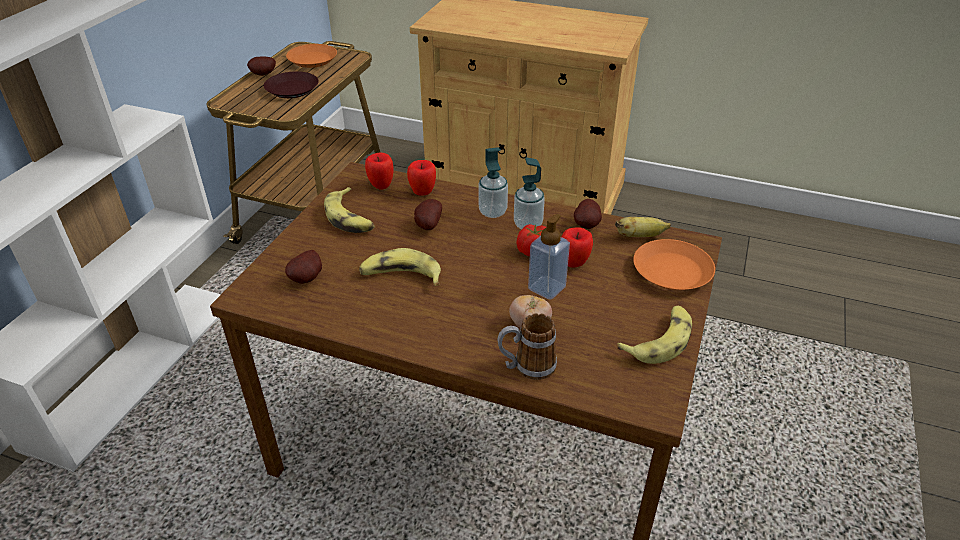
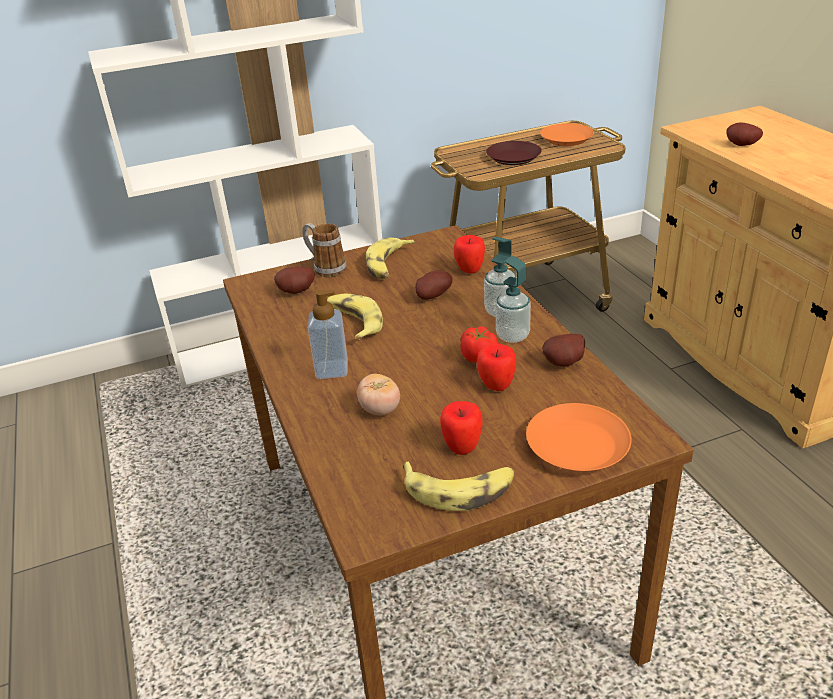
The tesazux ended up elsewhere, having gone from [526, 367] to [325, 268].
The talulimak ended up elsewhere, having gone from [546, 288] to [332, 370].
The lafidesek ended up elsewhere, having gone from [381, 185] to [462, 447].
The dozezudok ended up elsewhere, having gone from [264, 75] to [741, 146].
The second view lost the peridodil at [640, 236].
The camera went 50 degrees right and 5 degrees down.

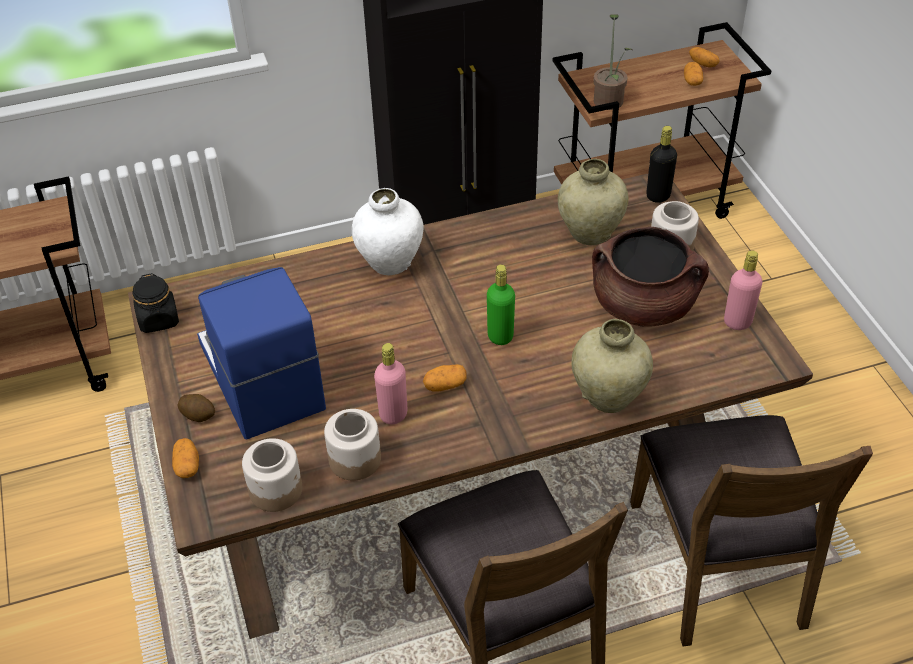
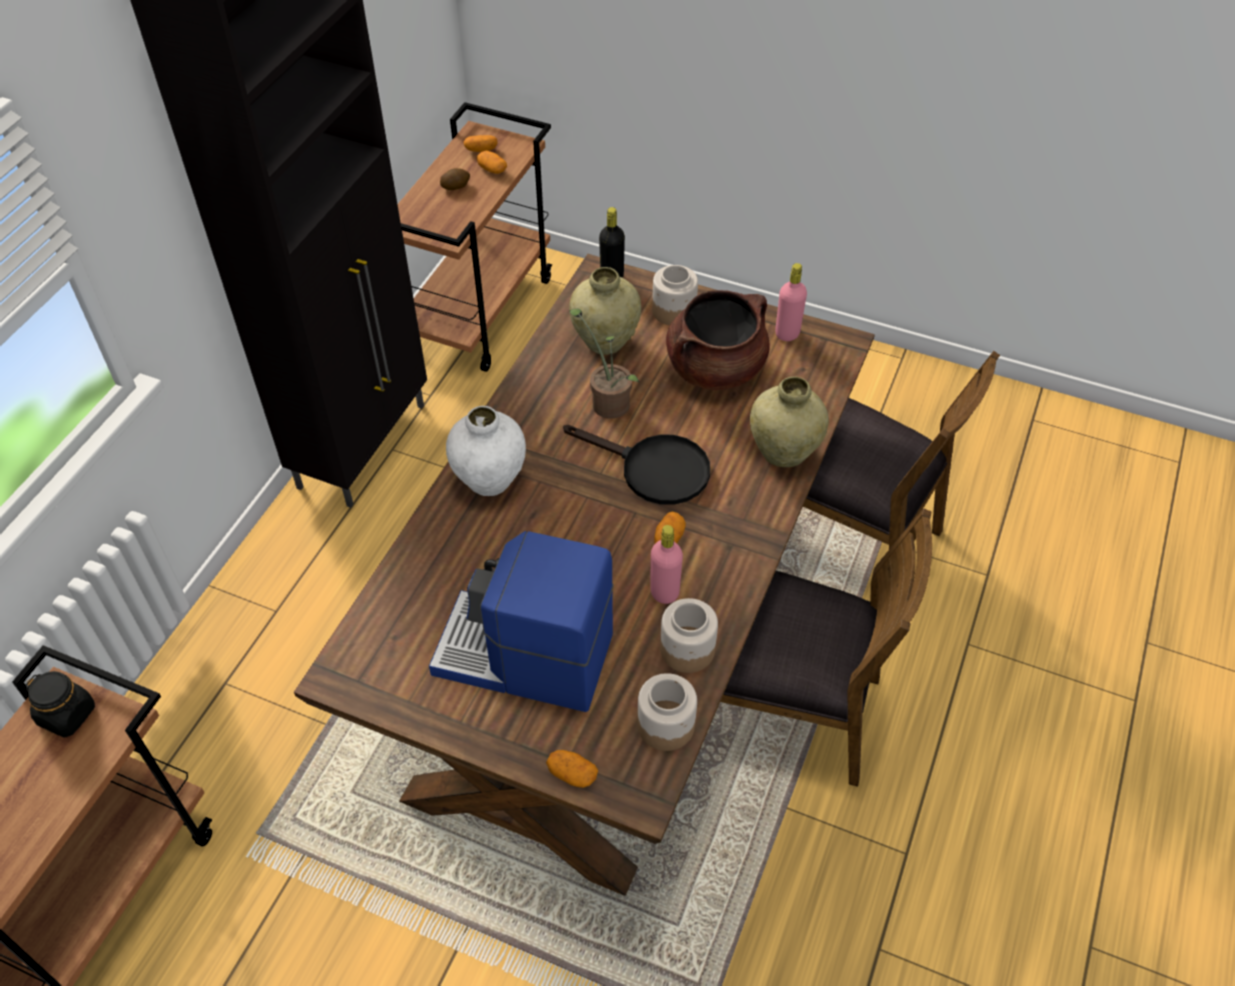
The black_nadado ended up elsewhere, having gone from [158, 319] to [67, 715].
The dozezudok ended up elsewhere, having gone from [198, 415] to [455, 186].
Where the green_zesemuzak stood at [500, 336], the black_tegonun came to stand at [653, 469].
The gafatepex ended up elsewhere, having gone from [609, 98] to [608, 400].
The camera went 50 degrees left and 5 degrees up.

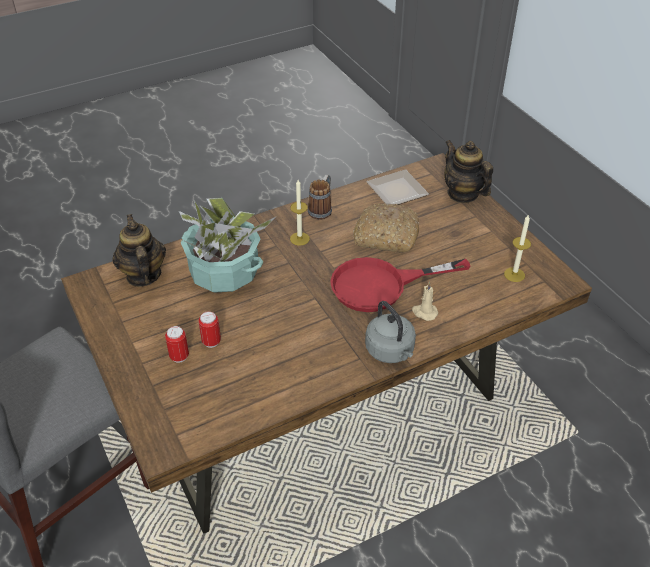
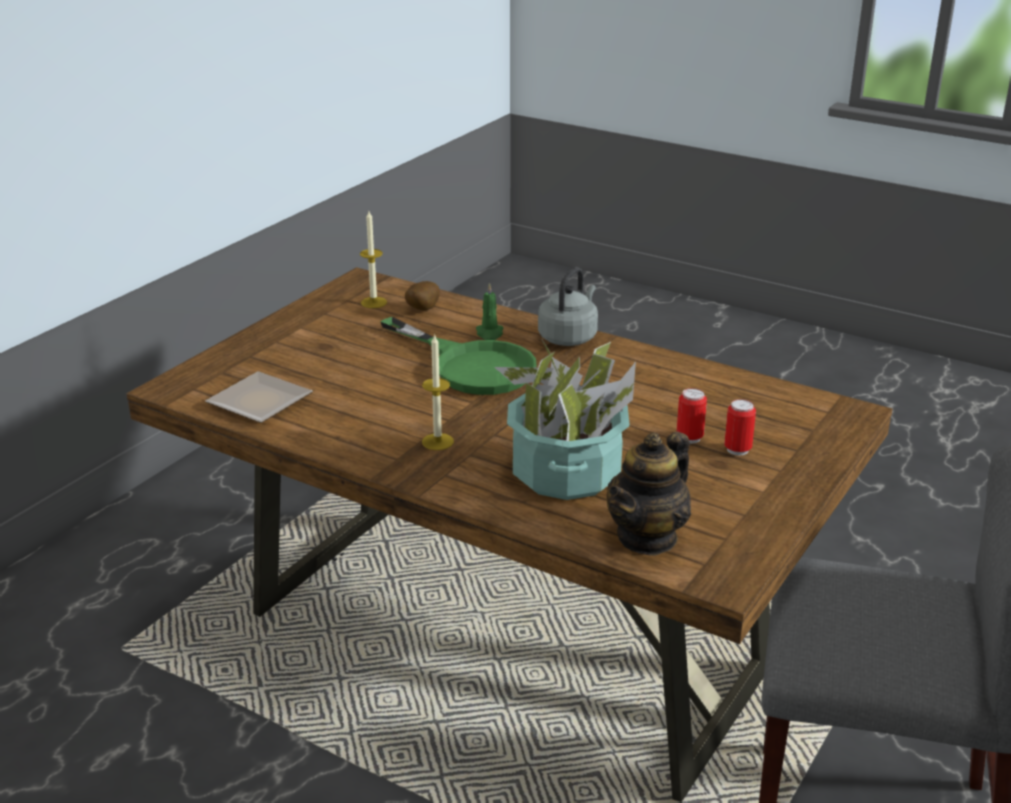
What was the red_tegonun at [381, 285] turned into the green_tegonun at [471, 365].
The second view gained the dozezudok at [421, 310].
What was the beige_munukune at [424, 312] turned into the green_munukune at [489, 333].
The second view lost the tesazux at [322, 209].
The second view lost the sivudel at [385, 236].
The second view lost the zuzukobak at [463, 194].
The camera went 120 degrees left and 15 degrees down.

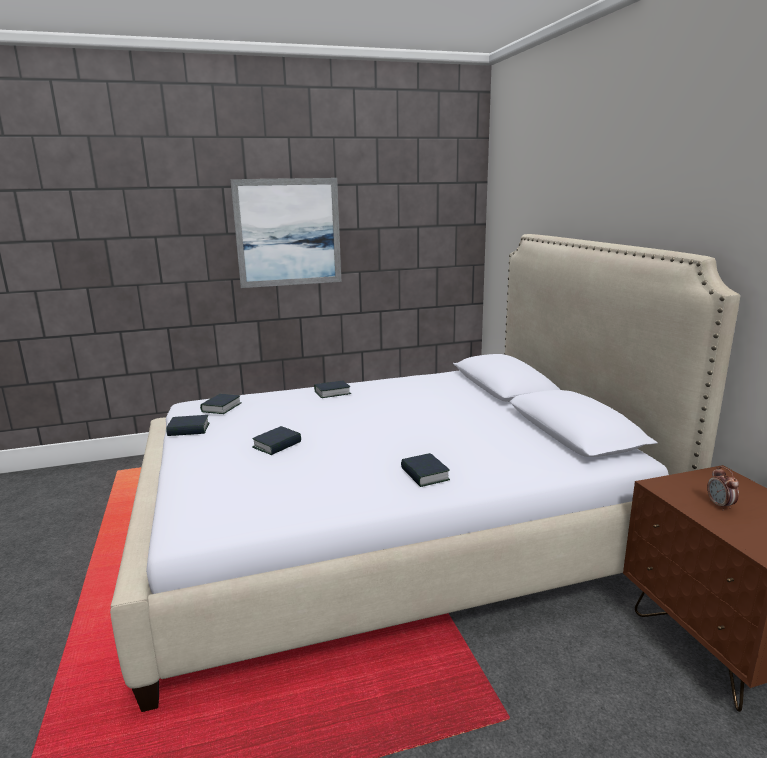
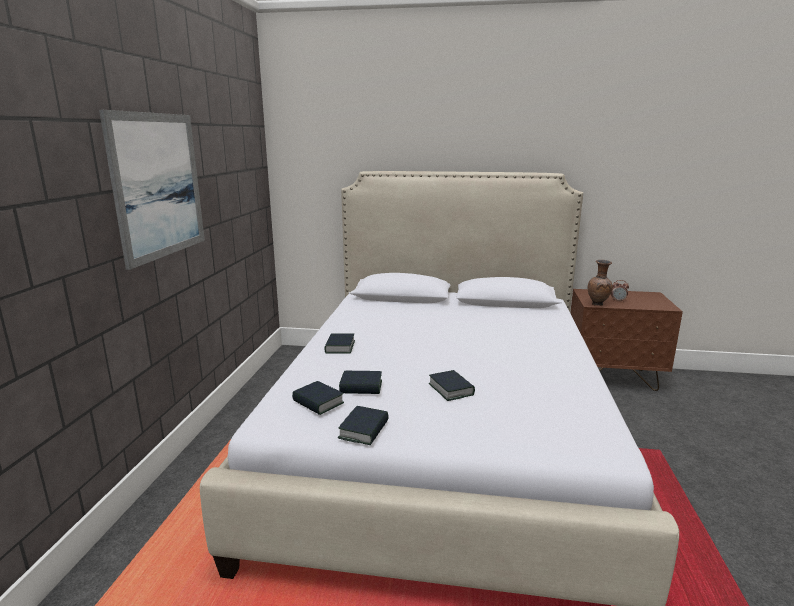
The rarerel ended up elsewhere, having gone from [424, 475] to [361, 387].
The second view gained the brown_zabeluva at [598, 304].
The camera went 65 degrees left and 0 degrees up.

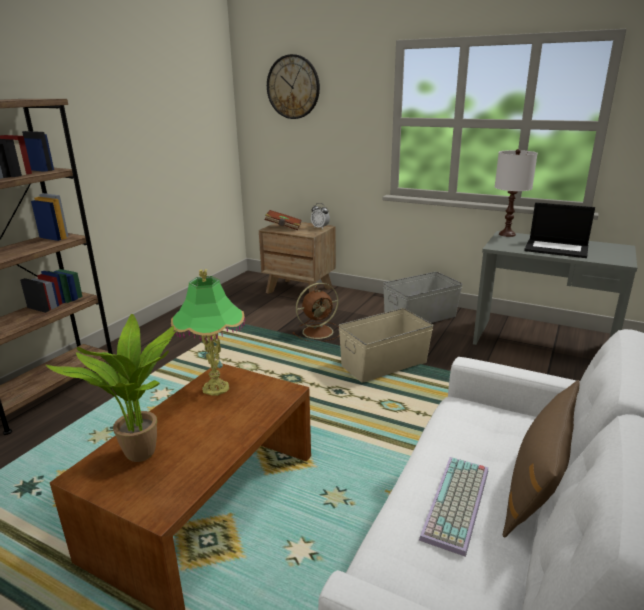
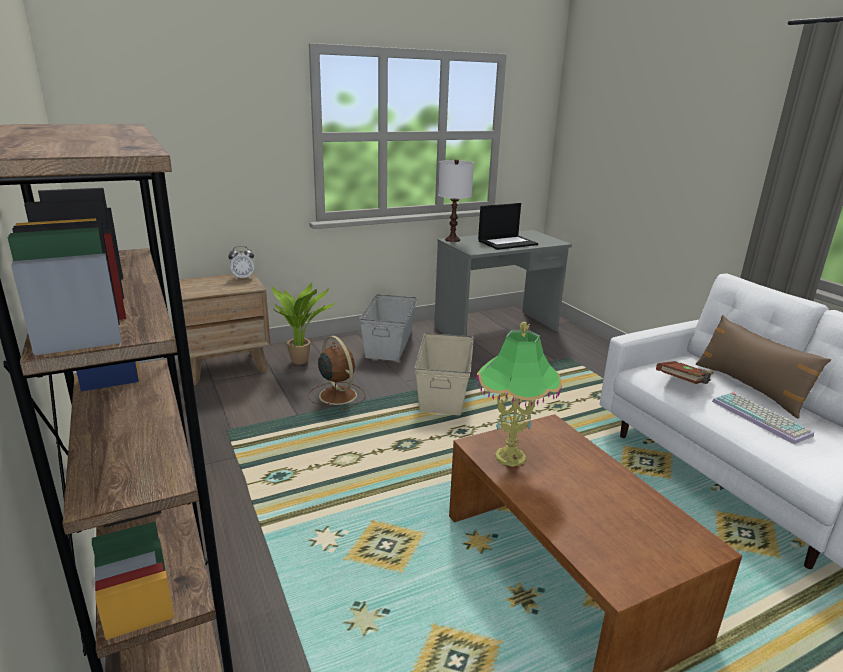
The gafatepex ended up elsewhere, having gone from [145, 456] to [302, 361].
The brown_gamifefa at [319, 331] ended up facing another way, 45 degrees counterclockwise from before.
The brown_rarerel ended up elsewhere, having gone from [283, 227] to [683, 384].
The second view lost the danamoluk at [293, 87].
The camera went 55 degrees left and 0 degrees up.

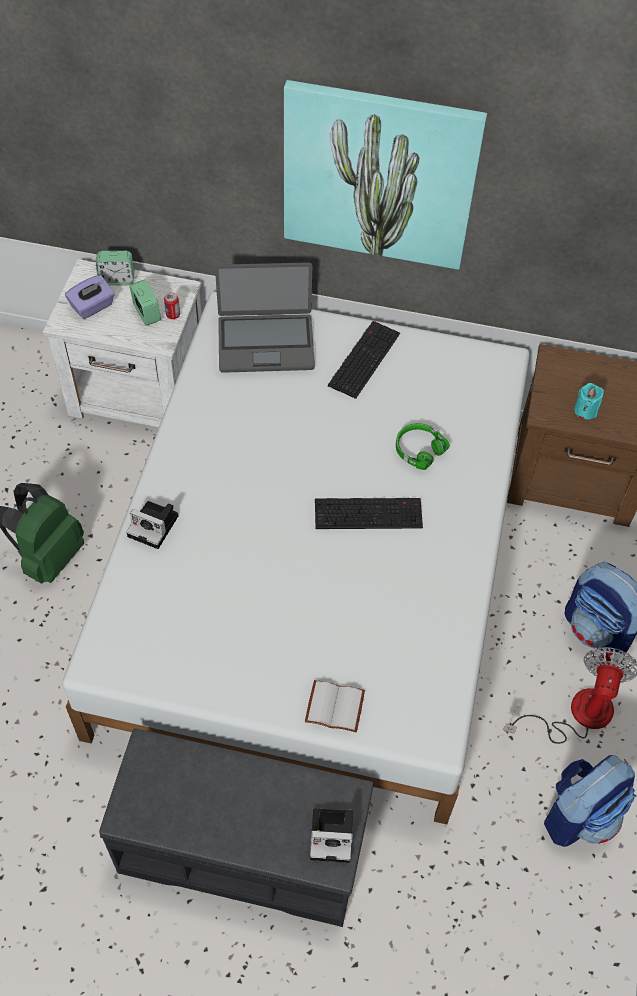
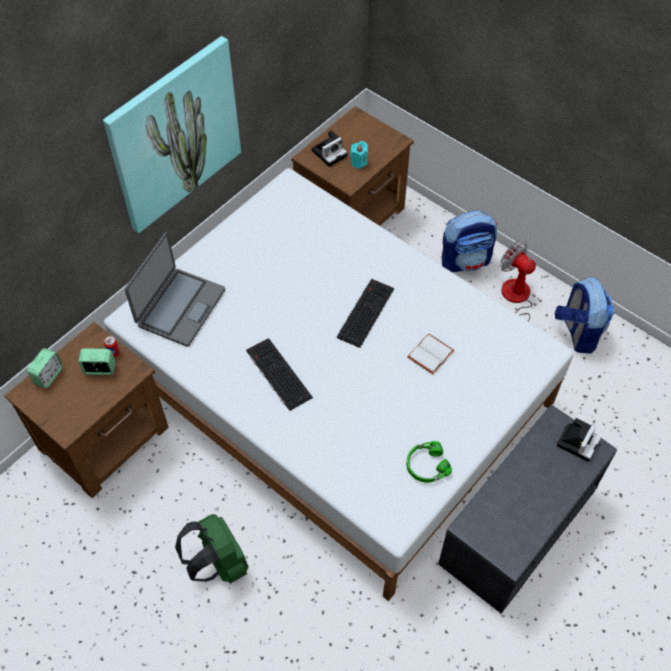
What was the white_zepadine at [139, 393] turned into the brown_zepadine at [106, 438].
The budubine ended up elsewhere, having gone from [363, 358] to [277, 374].
The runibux ended up elsewhere, having gone from [155, 526] to [330, 152].
The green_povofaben ended up elsewhere, having gone from [418, 449] to [426, 465].
The white_rarerel ended up elsewhere, having gone from [336, 705] to [430, 353].
The second view lost the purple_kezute at [92, 307].
The camera went 60 degrees left and 0 degrees up.

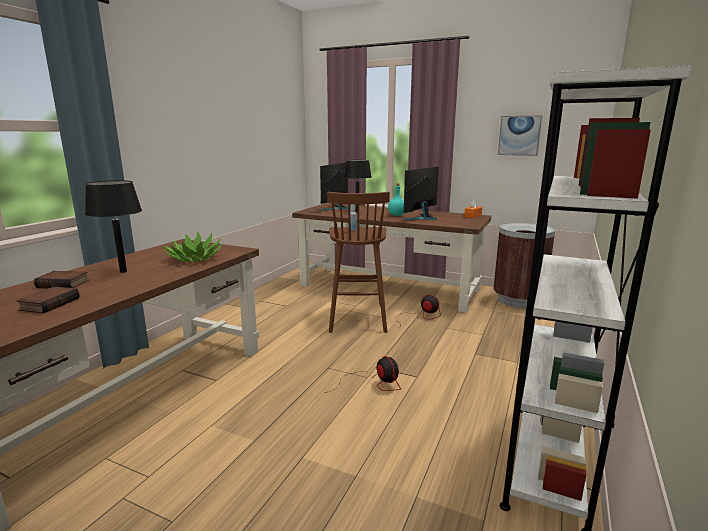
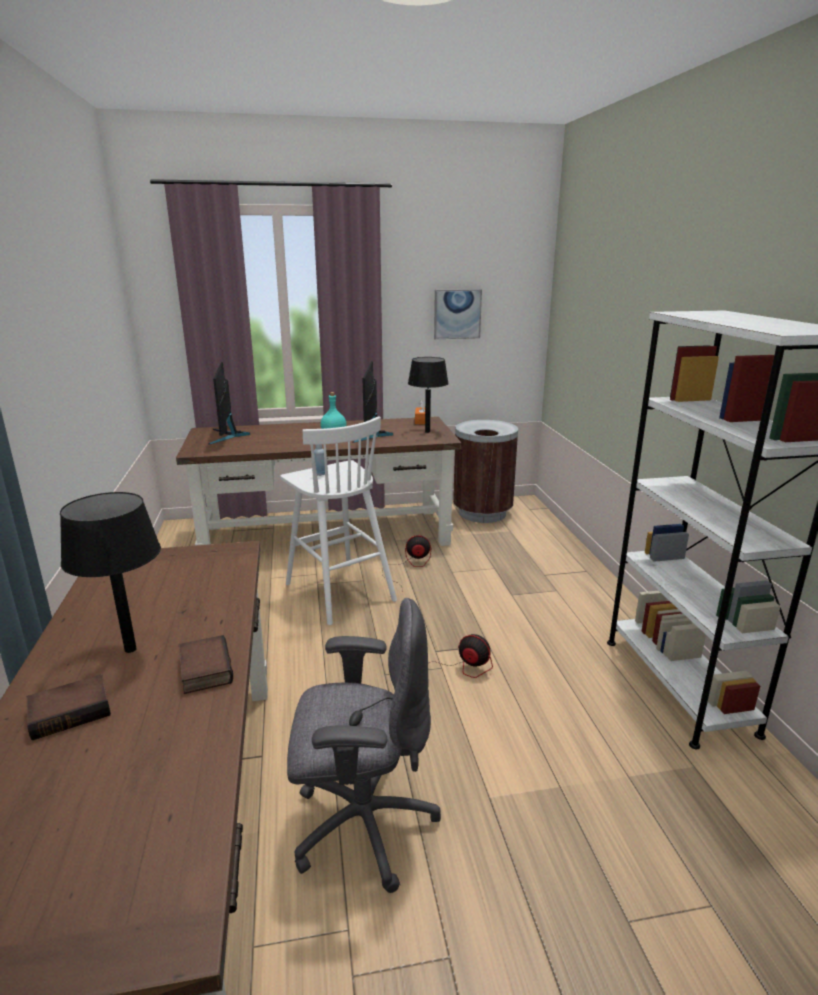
The rarerel ended up elsewhere, having gone from [49, 303] to [203, 669].
What was the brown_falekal at [357, 318] turned into the white_falekal at [338, 591].
The second view gained the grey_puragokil at [361, 824].
The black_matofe ended up elsewhere, having gone from [357, 211] to [427, 432].
The second view lost the gafatepex at [194, 259].
The camera went 35 degrees left and 5 degrees up.

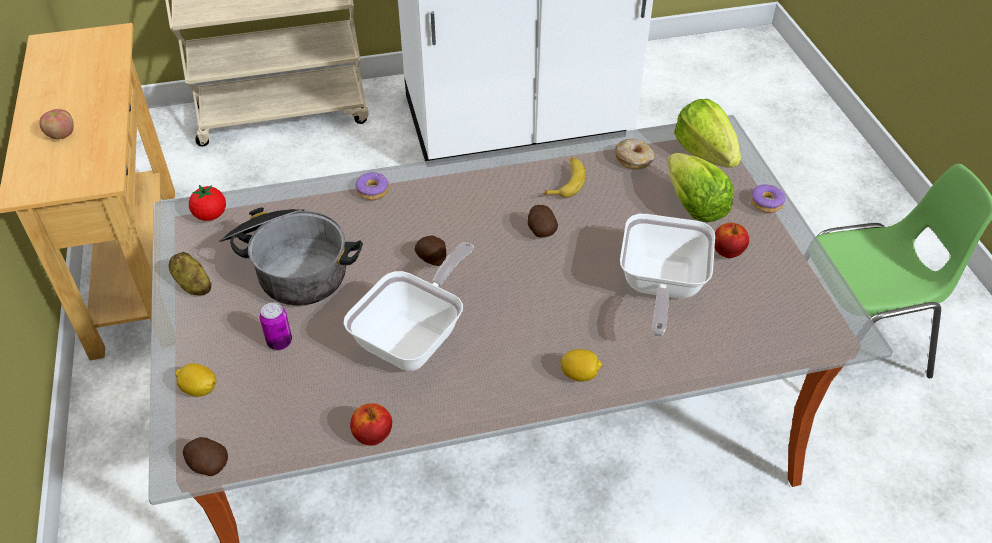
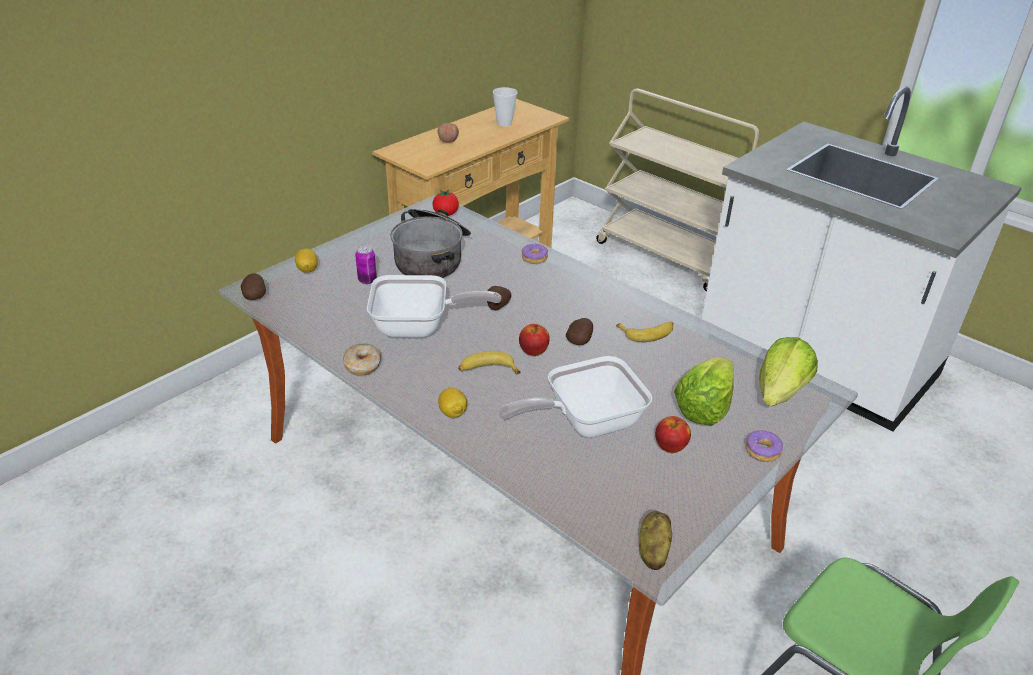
The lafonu ended up elsewhere, having gone from [634, 159] to [363, 365].
The second view gained the peridodil at [487, 370].
The second view gained the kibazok at [504, 123].
The lafidesek ended up elsewhere, having gone from [372, 435] to [533, 351].
The dozezudok ended up elsewhere, having gone from [192, 284] to [652, 550].
The camera went 55 degrees right and 10 degrees down.

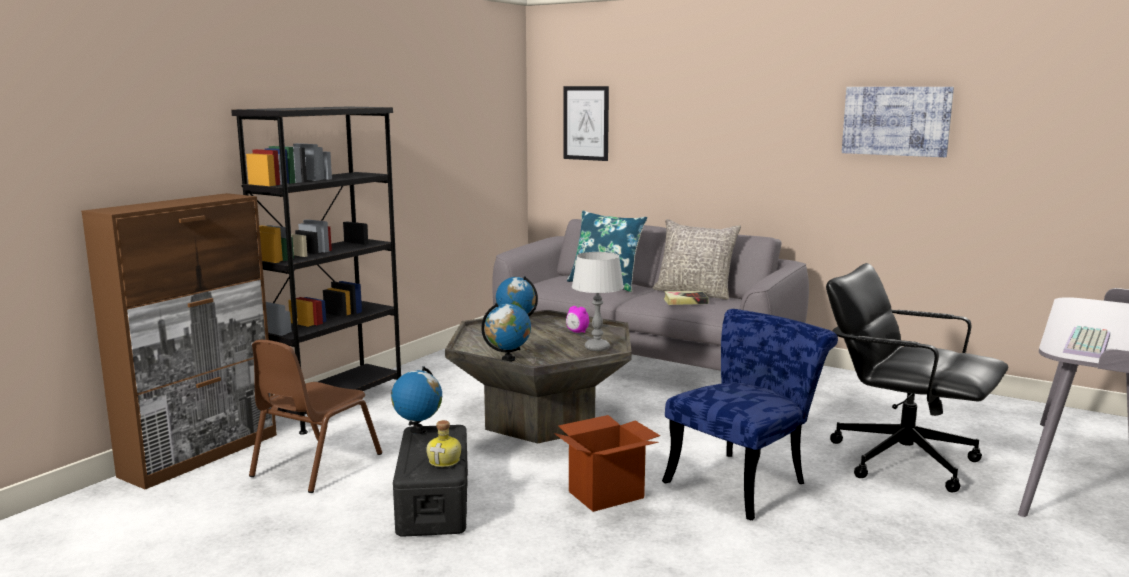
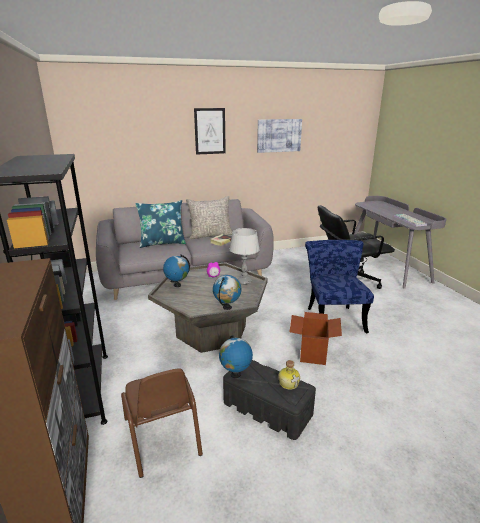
The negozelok ended up elsewhere, having gone from [586, 123] to [210, 131].
The camera went 50 degrees left and 10 degrees up.

